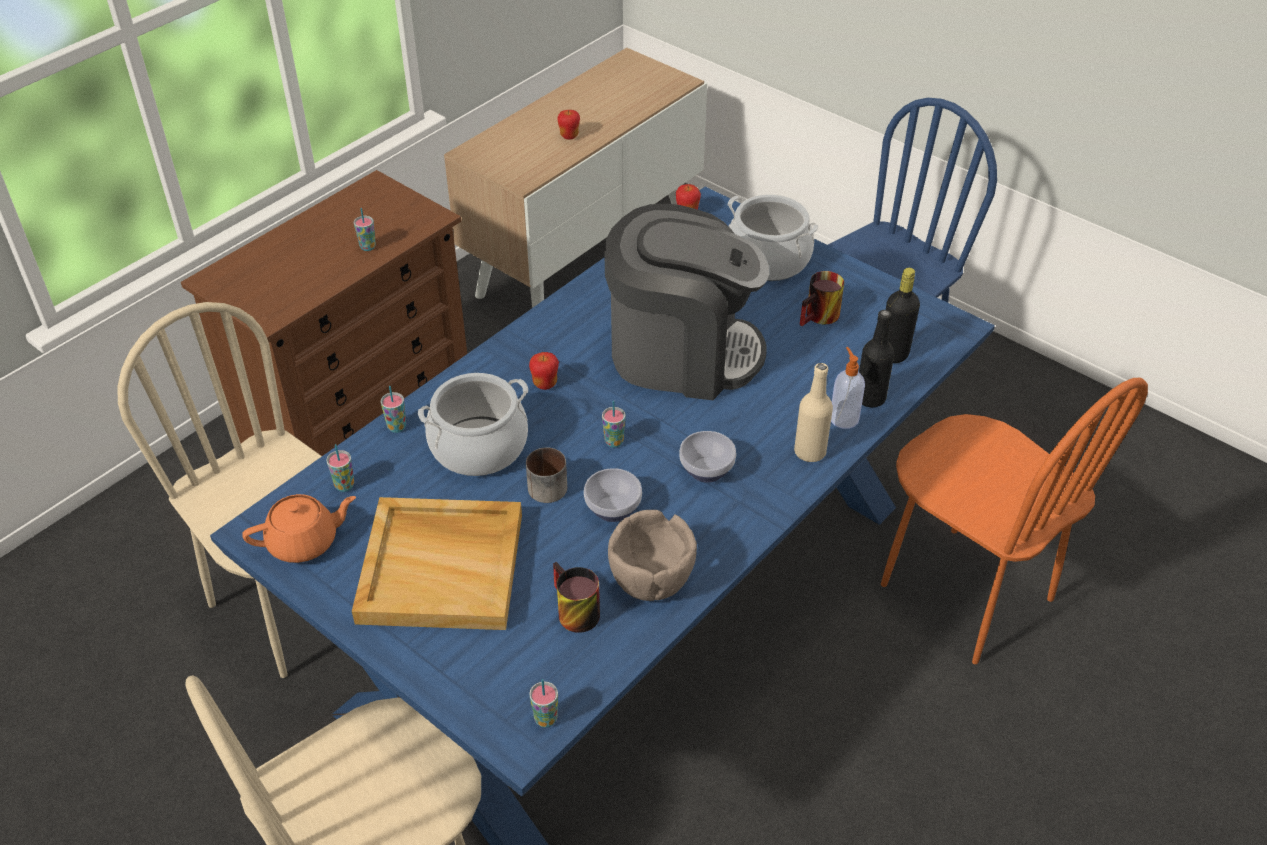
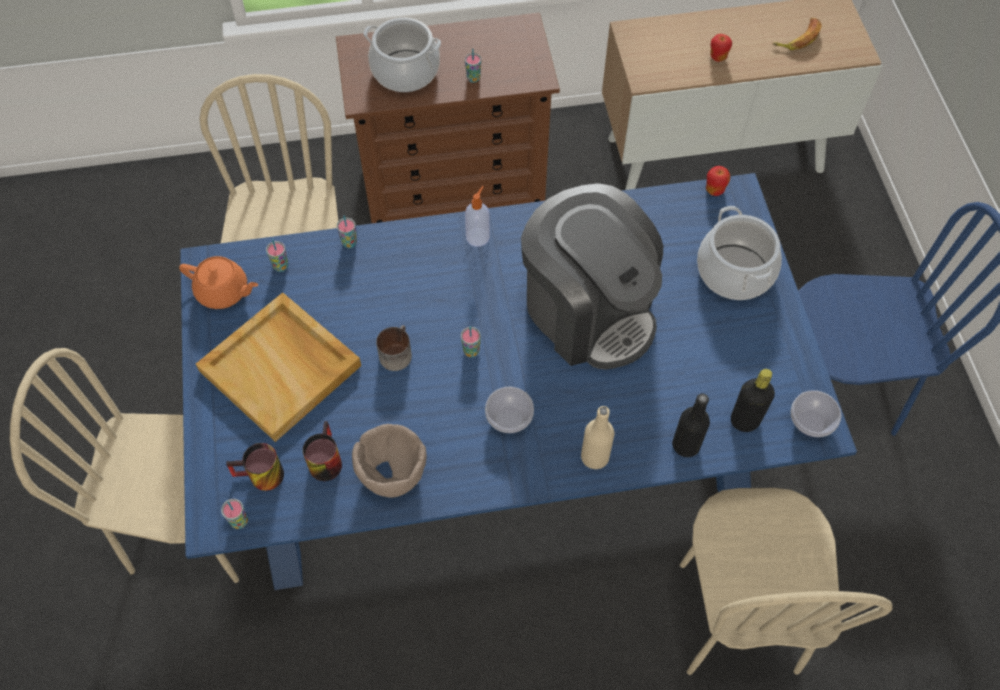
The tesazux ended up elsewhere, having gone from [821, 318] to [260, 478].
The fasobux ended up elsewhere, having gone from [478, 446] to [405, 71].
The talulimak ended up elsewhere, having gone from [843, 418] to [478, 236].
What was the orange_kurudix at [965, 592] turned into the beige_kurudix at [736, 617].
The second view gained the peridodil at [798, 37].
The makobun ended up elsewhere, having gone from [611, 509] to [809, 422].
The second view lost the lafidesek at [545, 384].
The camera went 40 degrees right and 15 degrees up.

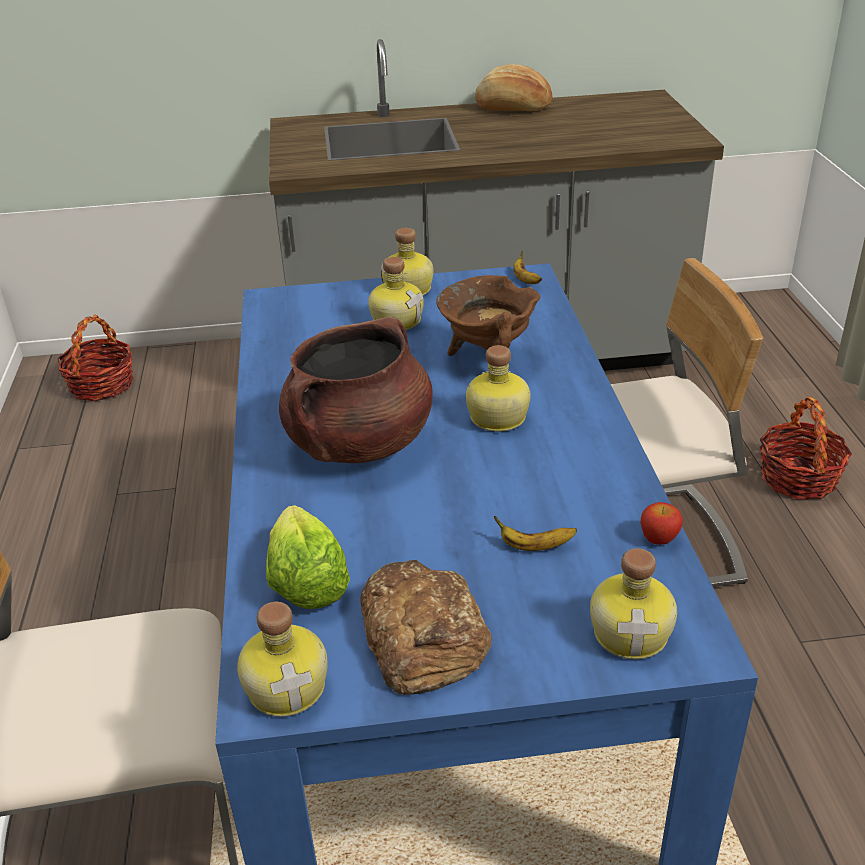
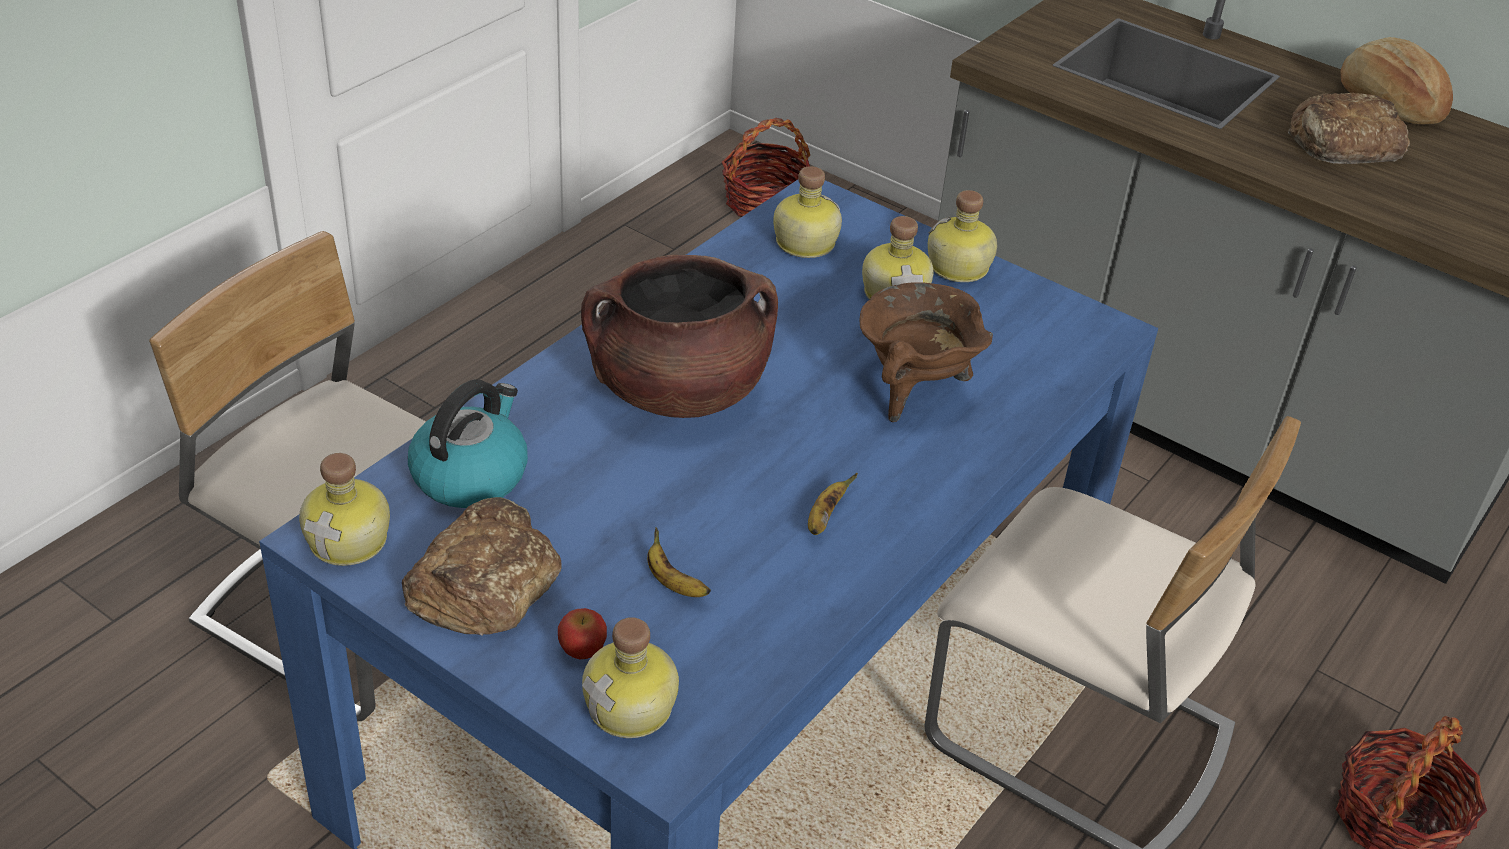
Where the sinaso stood at [306, 581], the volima came to stand at [470, 475].
The lafidesek ended up elsewhere, having gone from [659, 538] to [582, 650].
The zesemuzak ended up elsewhere, having gone from [496, 418] to [803, 242].
The peridodil ended up elsewhere, having gone from [525, 280] to [824, 518].
The second view gained the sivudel at [1343, 142].
The camera went 40 degrees right and 5 degrees up.

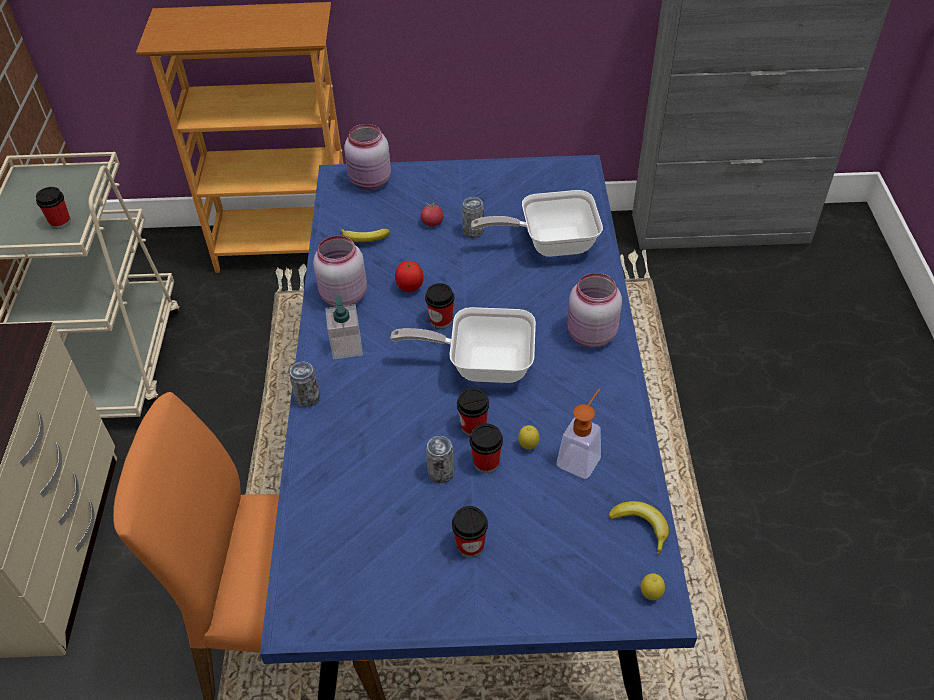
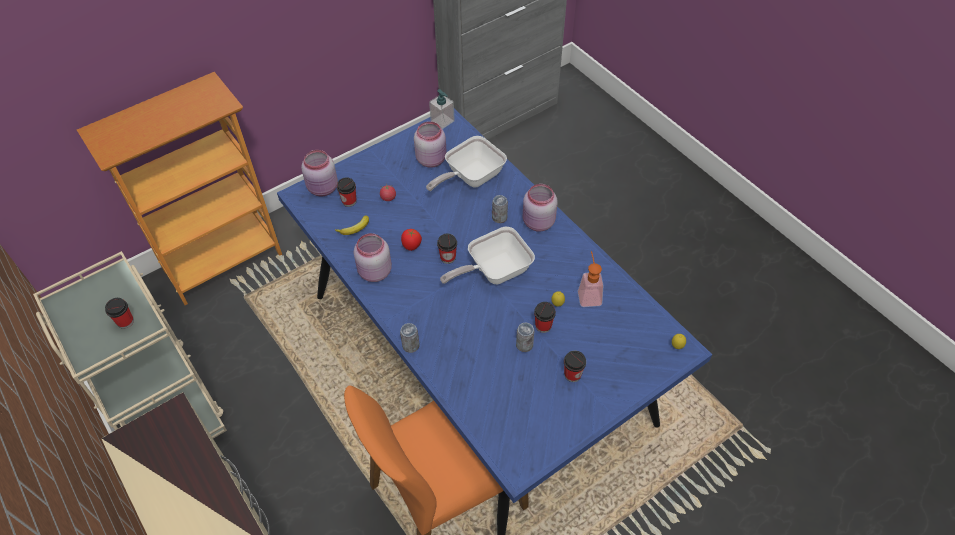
The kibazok ended up elsewhere, having gone from [473, 427] to [349, 201].
The second view gained the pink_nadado at [432, 159].
The talulimak ended up elsewhere, having gone from [346, 347] to [442, 121].
The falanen ended up elsewhere, having gone from [473, 232] to [499, 218].
The second view lost the peridodil at [641, 526].
The camera went 35 degrees left and 5 degrees up.

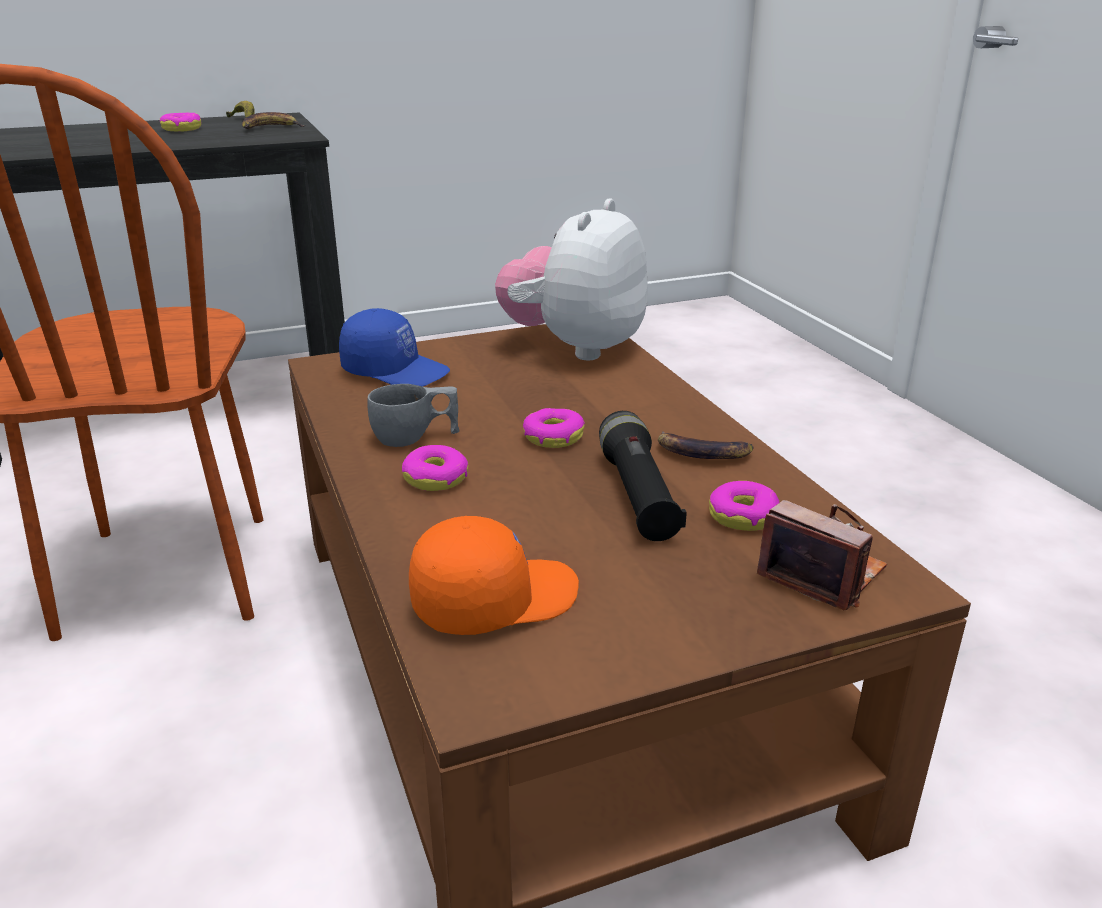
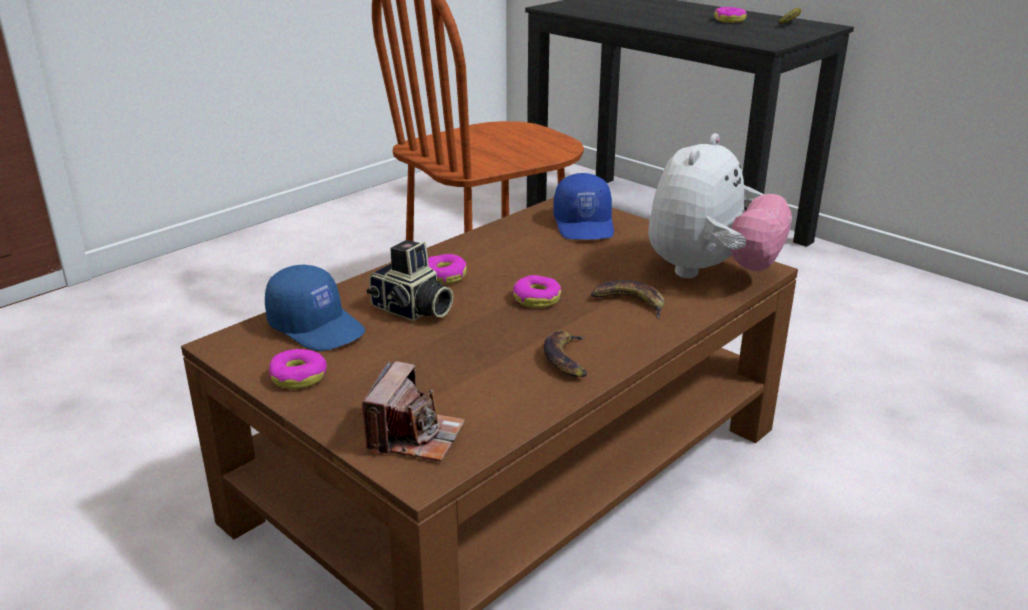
What was the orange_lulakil at [494, 599] turned into the blue_lulakil at [317, 327].
The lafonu ended up elsewhere, having gone from [743, 516] to [298, 377].
The second view gained the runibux at [411, 310].
The peridodil ended up elsewhere, having gone from [270, 128] to [629, 303].
The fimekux at [575, 347] ended up facing another way, 120 degrees clockwise from before.
The second view lost the grey_kibazok at [415, 438].
The second view lost the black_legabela at [637, 495].
The camera went 65 degrees right and 0 degrees up.

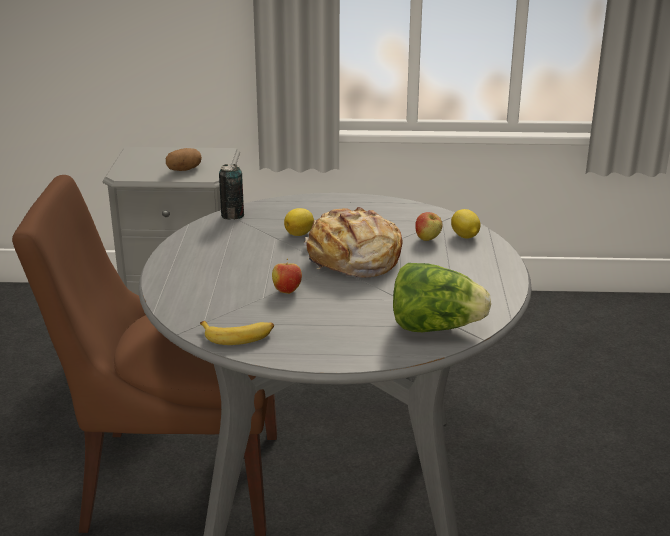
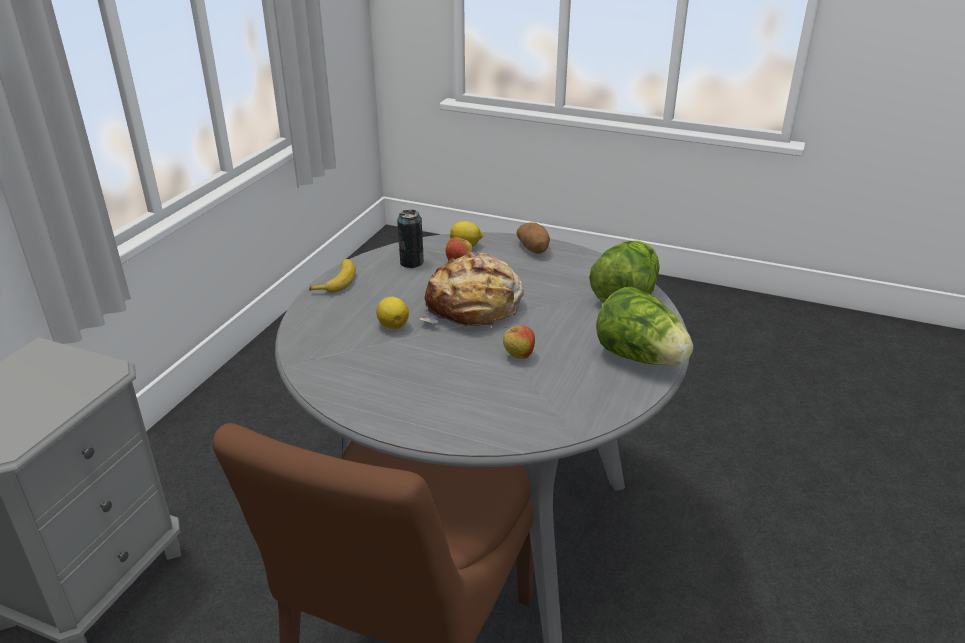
The peridodil ended up elsewhere, having gone from [238, 336] to [336, 281].
The falanen ended up elsewhere, having gone from [232, 215] to [411, 262].
The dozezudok ended up elsewhere, having gone from [184, 169] to [534, 249].
The second view gained the sinaso at [640, 357].
The camera went 70 degrees left and 5 degrees up.

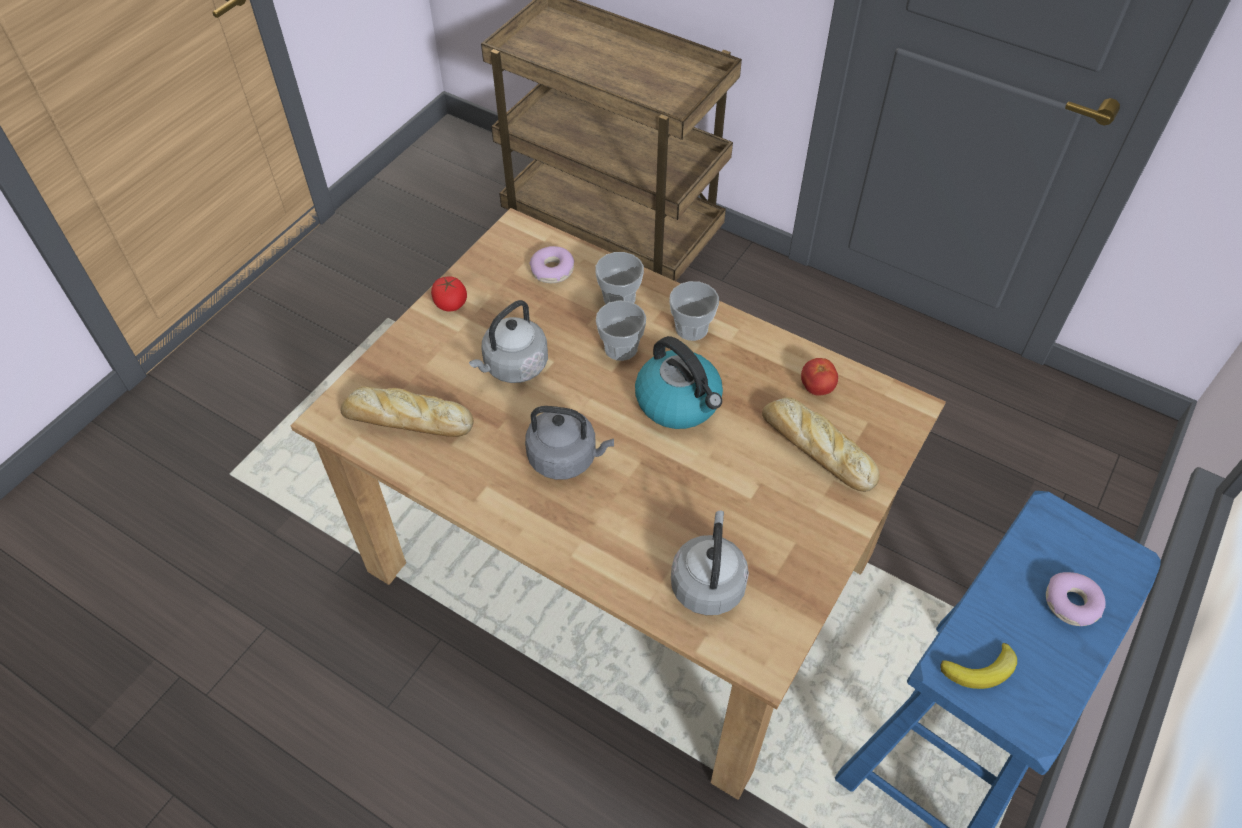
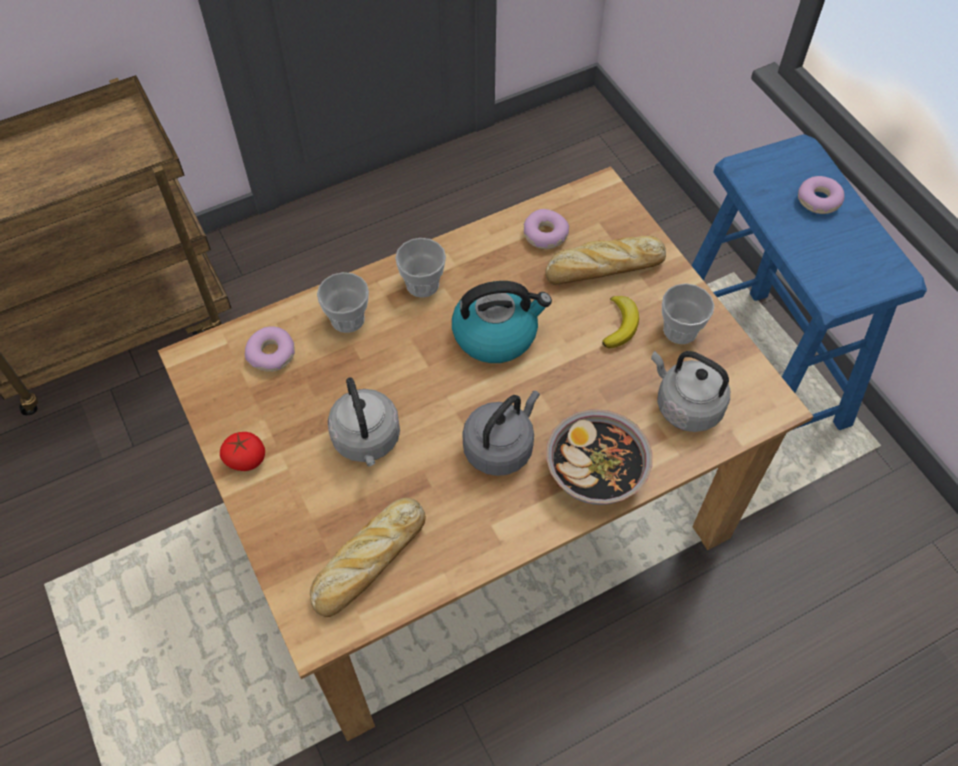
Where the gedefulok stood at [816, 388], the lafonu came to stand at [545, 235].
The second view gained the makobun at [595, 471].
The peridodil ended up elsewhere, having gone from [980, 670] to [620, 324].
The kibazok ended up elsewhere, having gone from [621, 348] to [680, 330].
The camera went 60 degrees left and 5 degrees up.

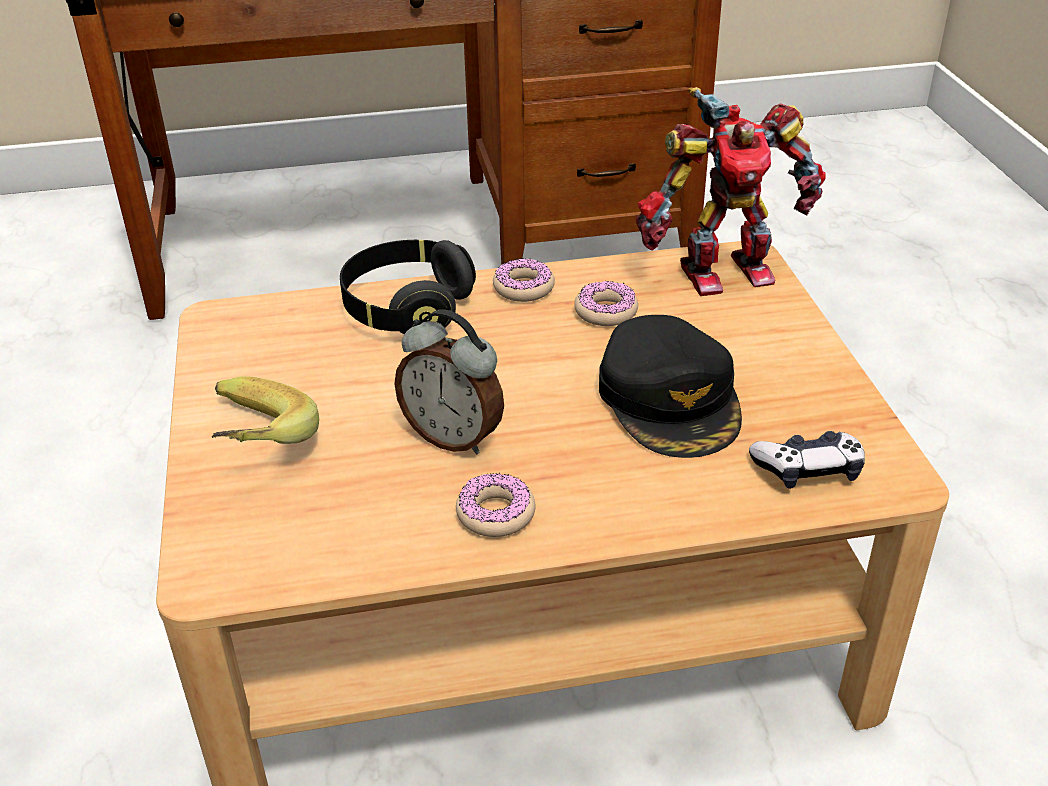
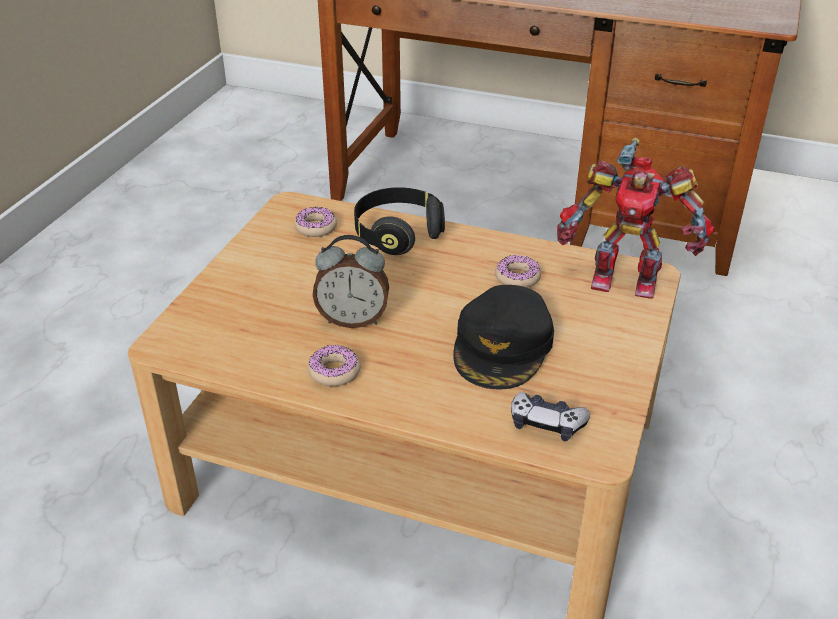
The lafonu ended up elsewhere, having gone from [523, 288] to [316, 227].
The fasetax at [453, 437] ended up facing another way, 60 degrees counterclockwise from before.
The second view lost the peridodil at [251, 445].
The camera went 30 degrees right and 0 degrees up.

